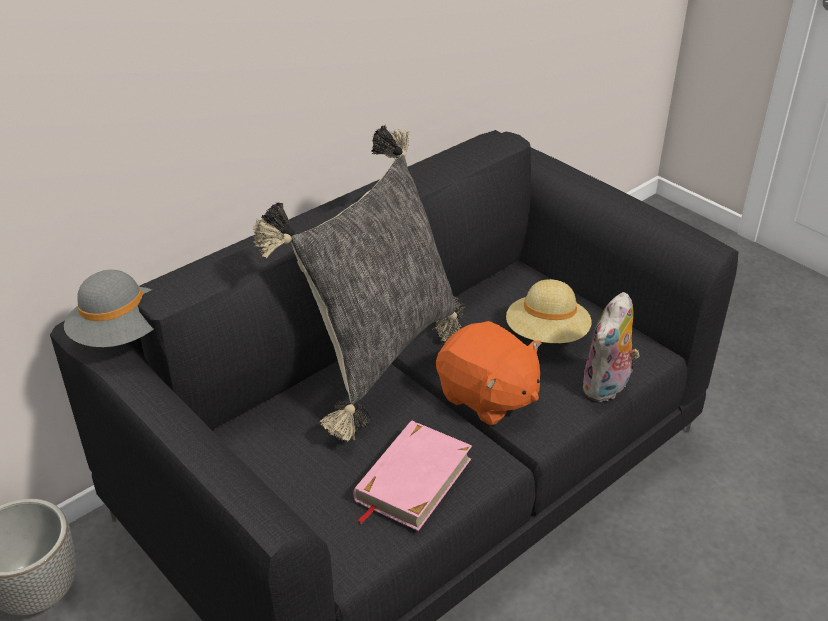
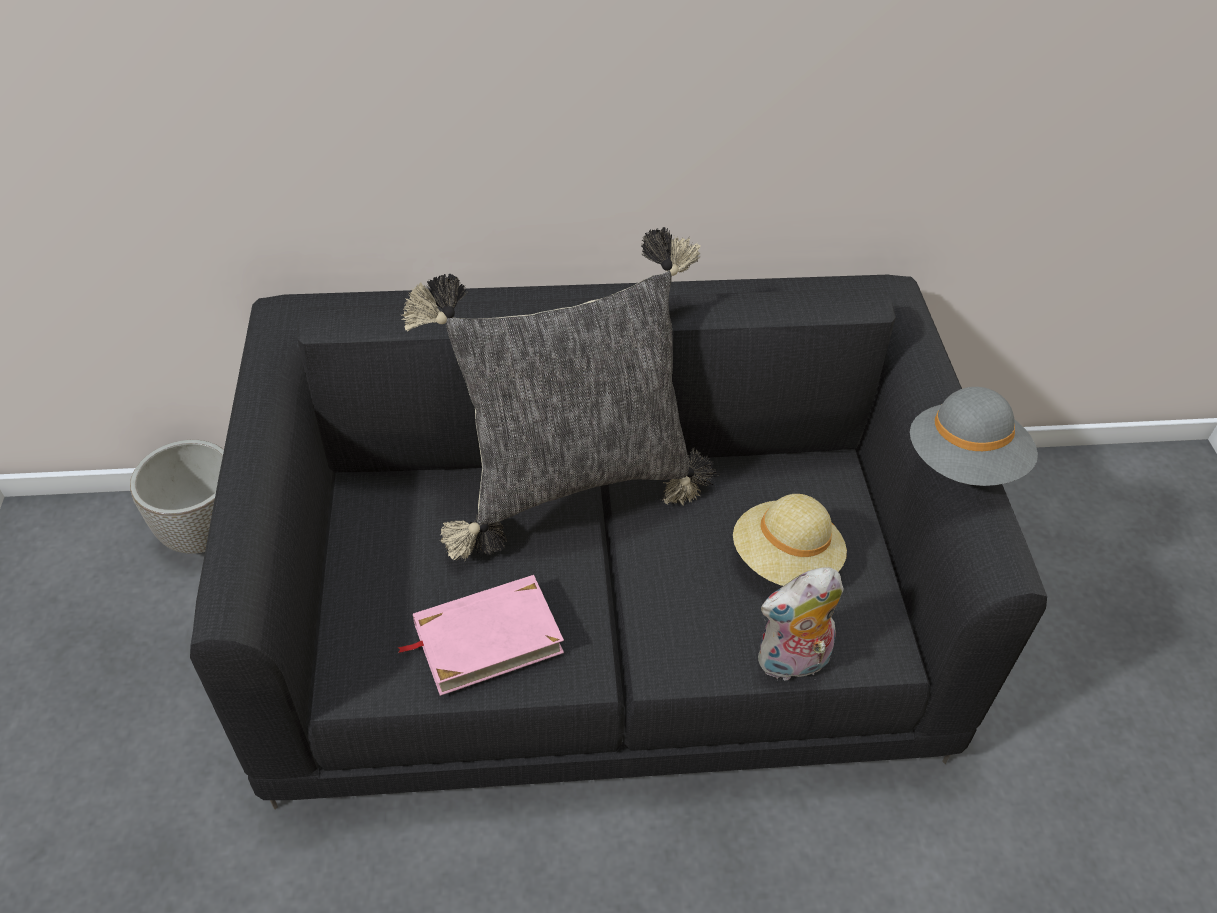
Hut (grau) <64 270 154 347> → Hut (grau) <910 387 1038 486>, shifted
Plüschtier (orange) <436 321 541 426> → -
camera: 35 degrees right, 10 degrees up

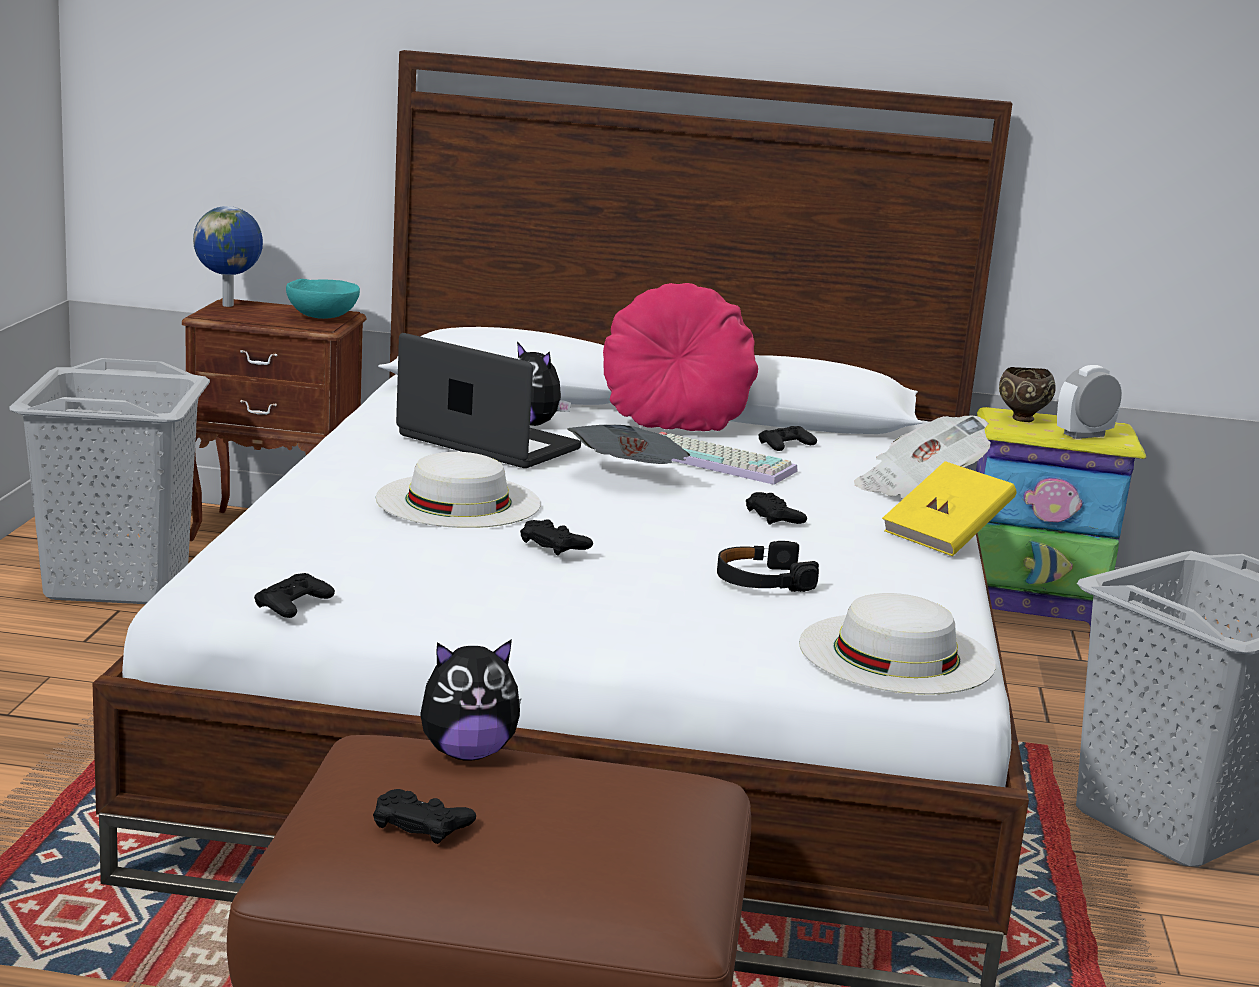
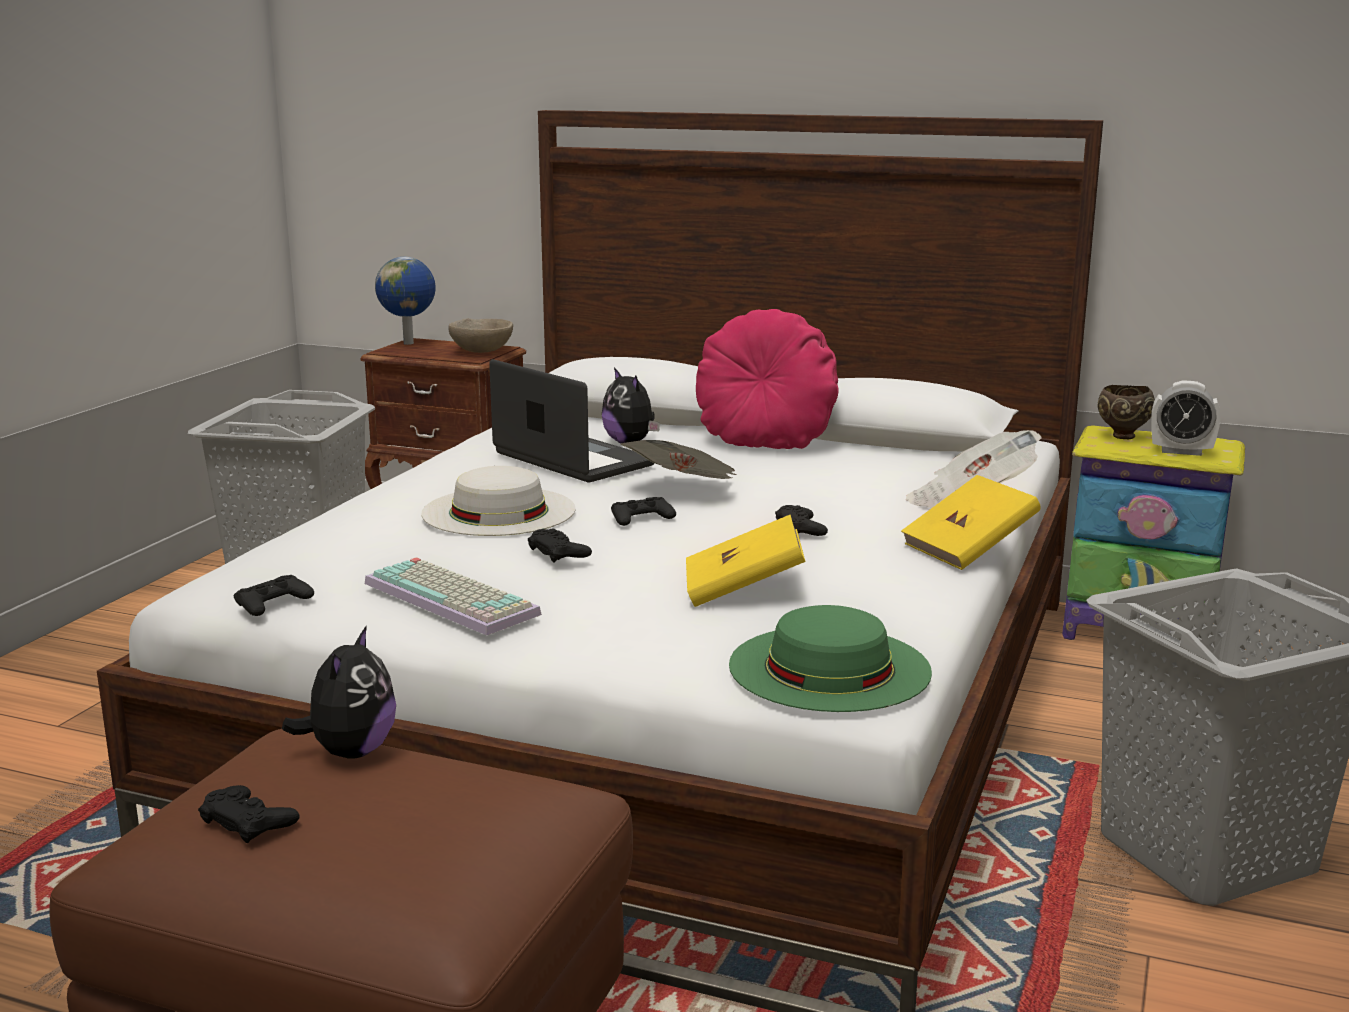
Plüschtier <420 639 521 761> → Plüschtier <282 625 396 759>, 75 degrees counterclockwise
Tastatur <659 432 798 485> → Tastatur <365 557 542 635>, shifted
Schüssel (türkis) <286 279 360 319> → Schüssel (beige) <448 318 513 353>
Gamepad (schwarz) <758 426 817 451> → Gamepad (schwarz) <611 497 676 526>, shifted
Kopfhörer (schwarz) <717 541 819 592> → Buch (gelb) <686 515 805 607>
Hut (weiß) <799 593 996 695> → Hut (grün) <729 605 932 712>
Wecker <1057 365 1122 439> → Wecker <1151 381 1221 456>, 150 degrees counterclockwise
camera: 15 degrees right, 0 degrees up

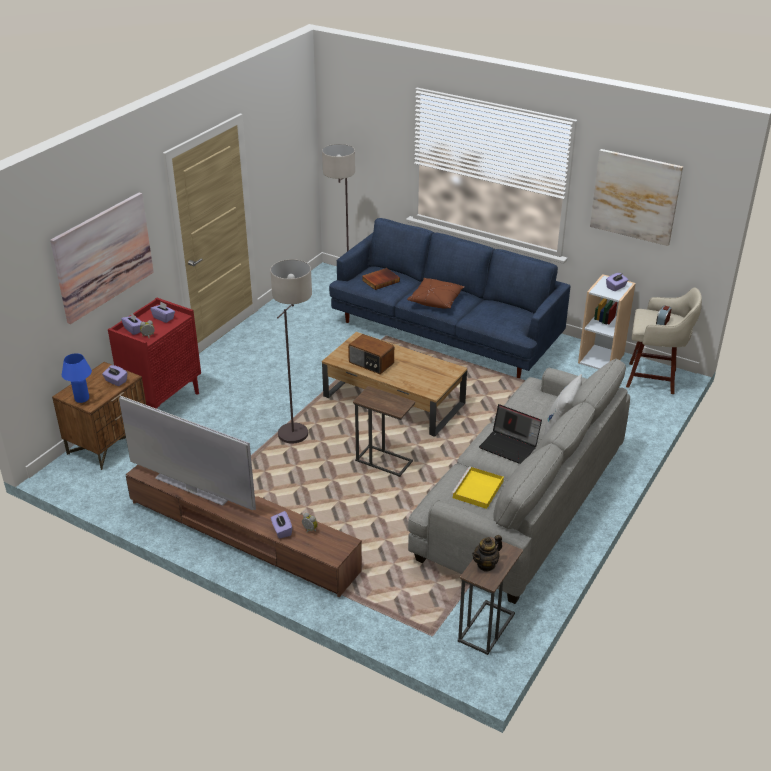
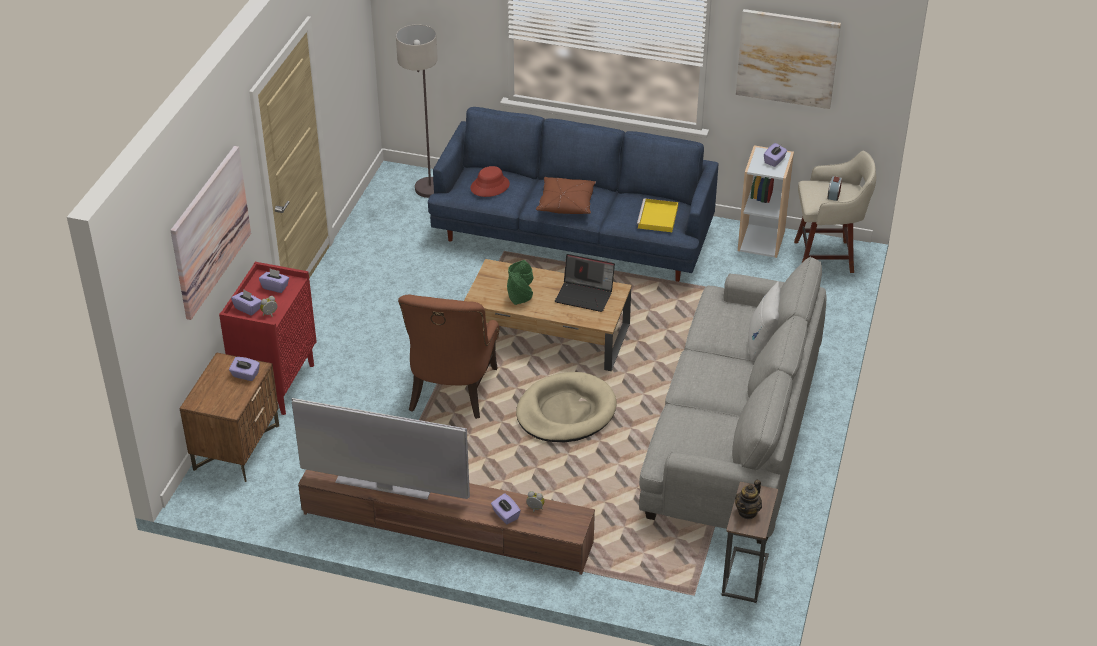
Stehlampe (grau) <270 259 312 444> → Sessel (braun) <398 295 499 419>
Buch <362 268 400 290> → Hut (rot) <470 166 510 197>
Radio <348 334 394 374> → Vase (grün) <507 260 533 305>
Beistelltisch (braun) <353 386 415 477> → Hundebett (beige) <516 372 617 442>
Laptop <479 404 542 464> → Laptop <555 254 615 312>, shifted
Tablett (gelb) <451 467 504 509> → Tablett (gelb) <637 198 678 232>, shifted
Tischlampe (blau) <62 353 92 403> → -
camera: 15 degrees left, 5 degrees up

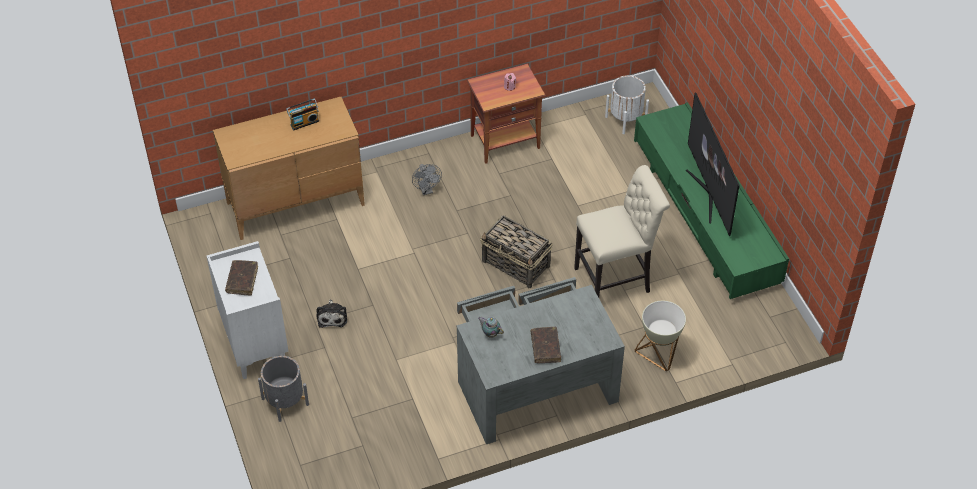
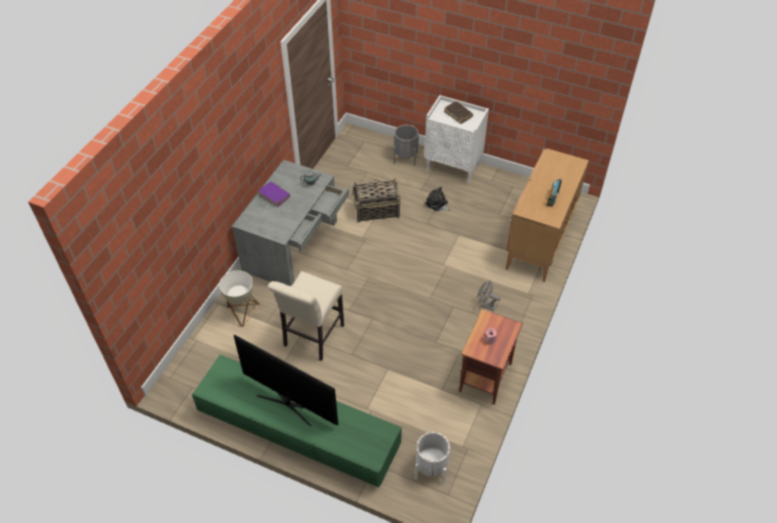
Buch (braun) <531 327 561 363> → Buch (lila) <258 182 290 207>
Korb <480 215 552 288> → Korb <352 178 401 223>, shifted
camera: 135 degrees right, 0 degrees up

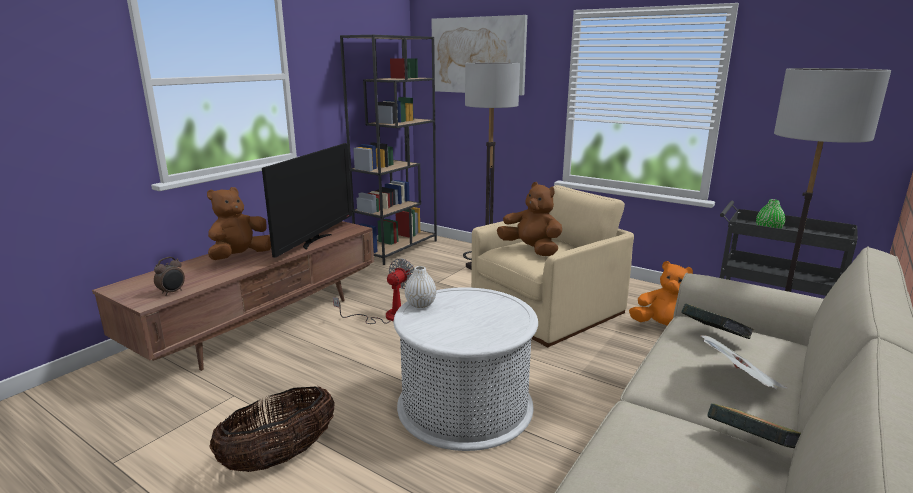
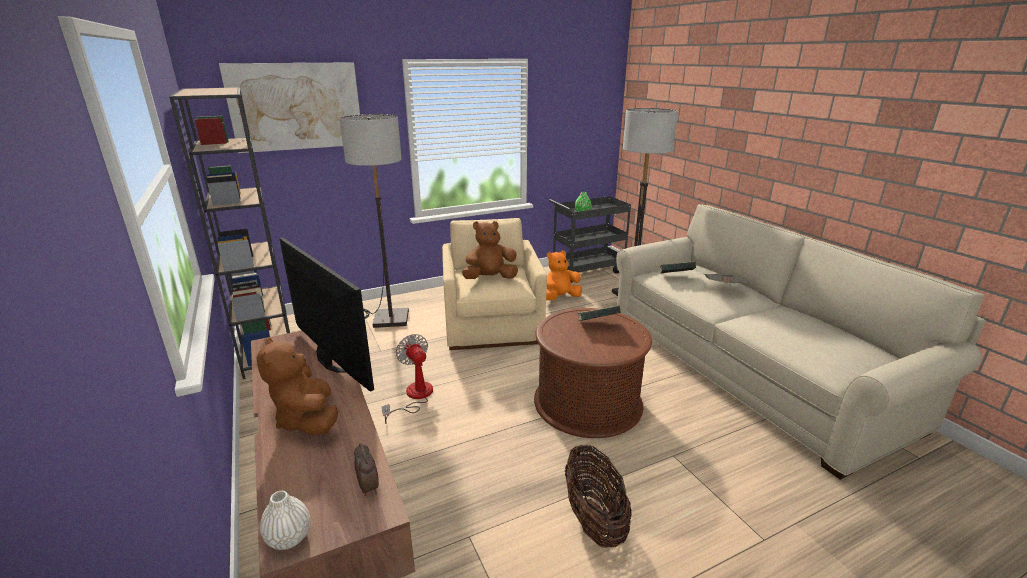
Vase (weiß) <405 266 436 308> → Vase (weiß) <260 491 310 550>, shifted
Couchtisch (weiß) <393 287 538 451> → Couchtisch (braun) <534 308 652 438>
Buch <707 403 801 448> → Buch <578 306 621 321>, shifted
camera: 60 degrees left, 5 degrees up

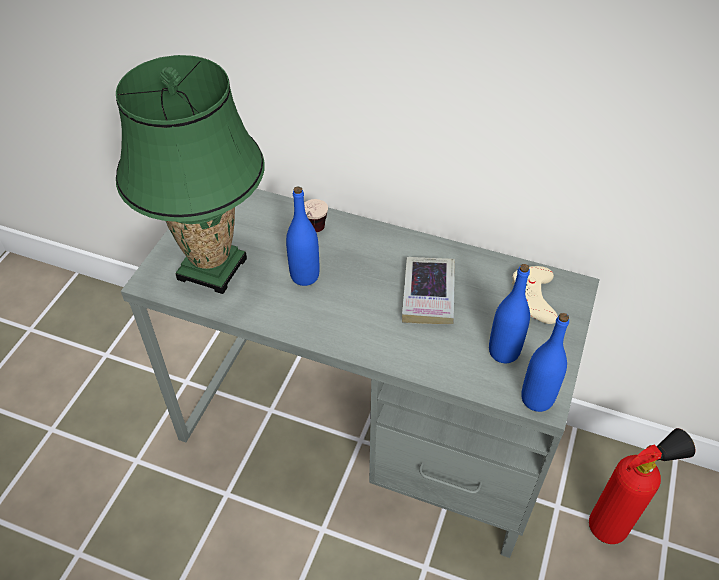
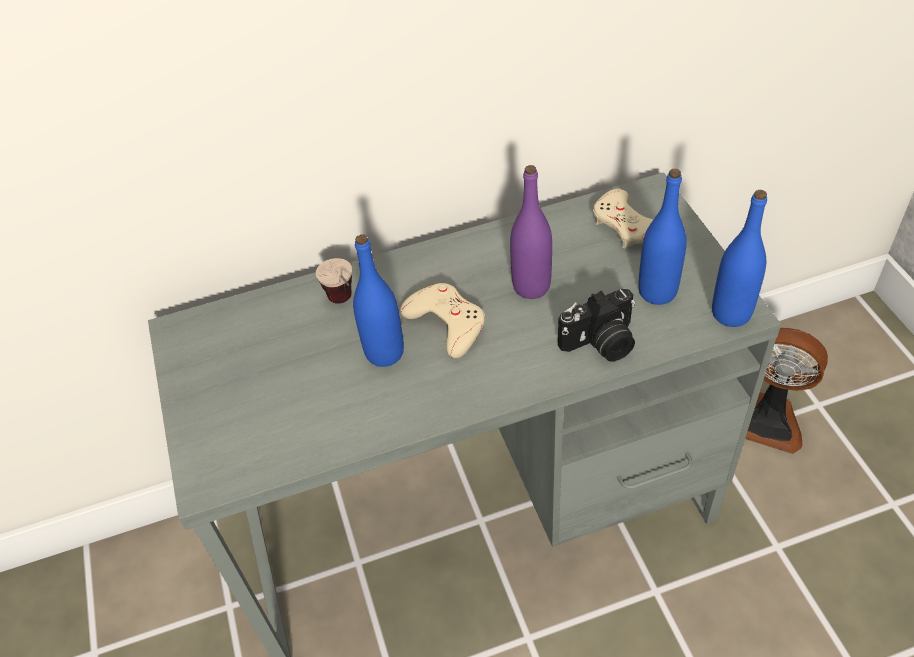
- → Gamepad (beige) <400 283 485 358>
Buch <402 257 455 324> → Flasche (lila) <510 165 552 299>
- → Kamera <558 289 635 362>
Feuerlöscher <589 428 695 544> → Ventilator <745 328 828 454>
Tischlampe (grün) <116 55 265 294> → -
camera: 35 degrees left, 0 degrees up

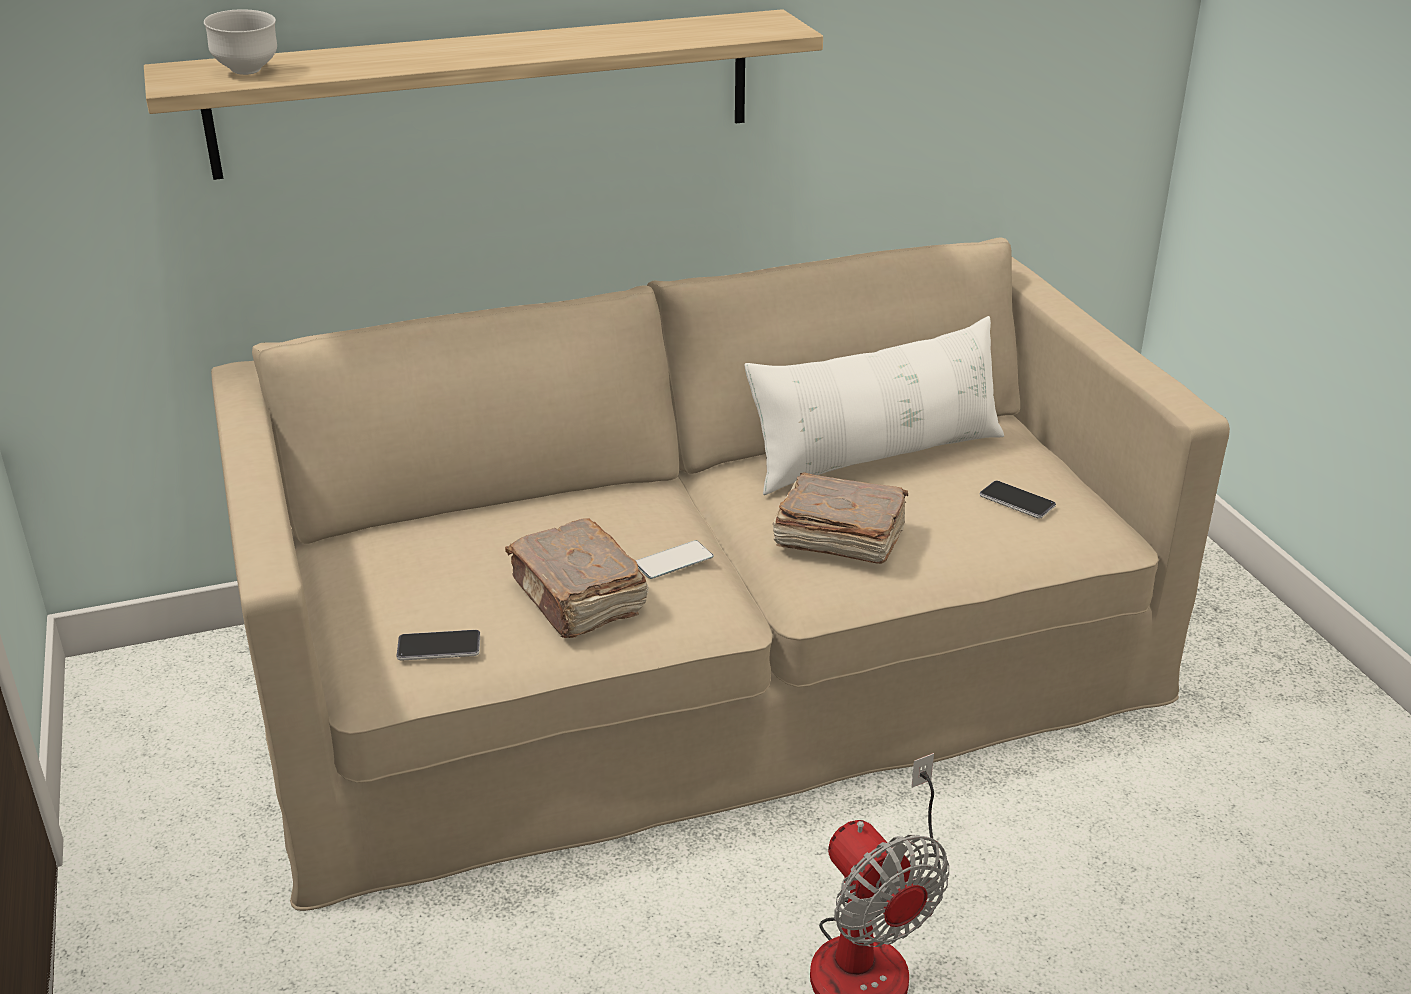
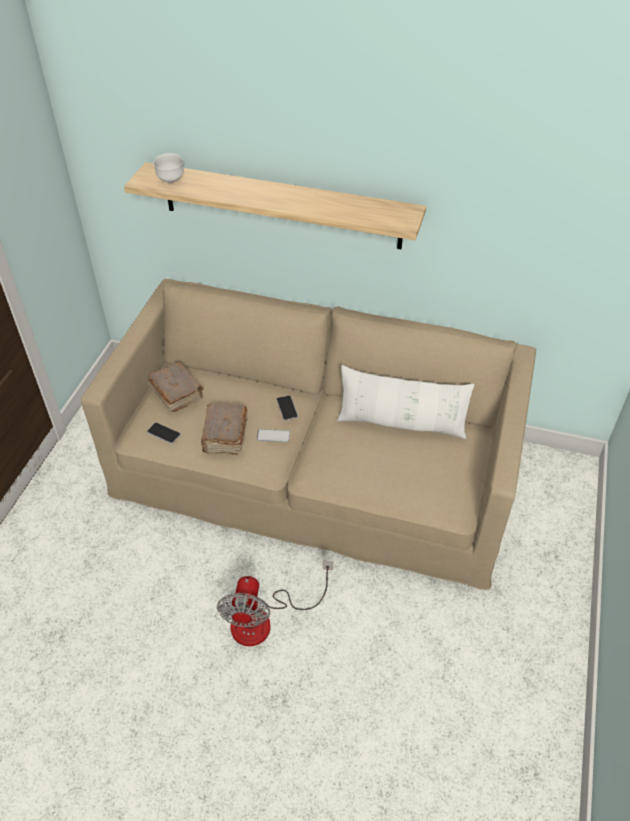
Buch (braun) <773 472 908 564> → Buch (braun) <148 362 204 412>, shifted
Handy <980 481 1056 518> → Handy <276 396 298 420>, shifted
camera: 35 degrees right, 15 degrees up

